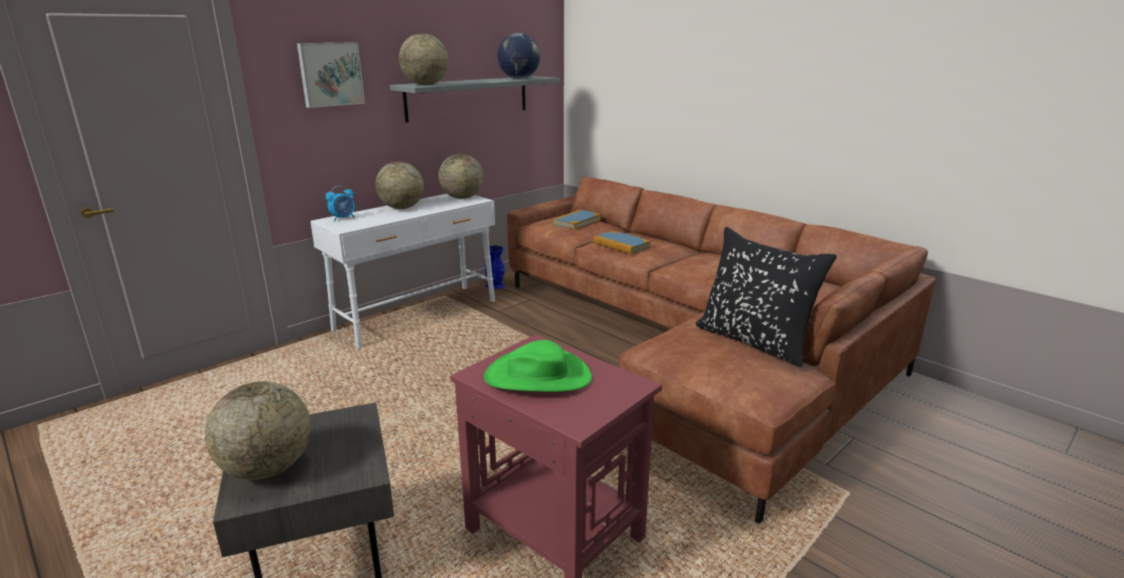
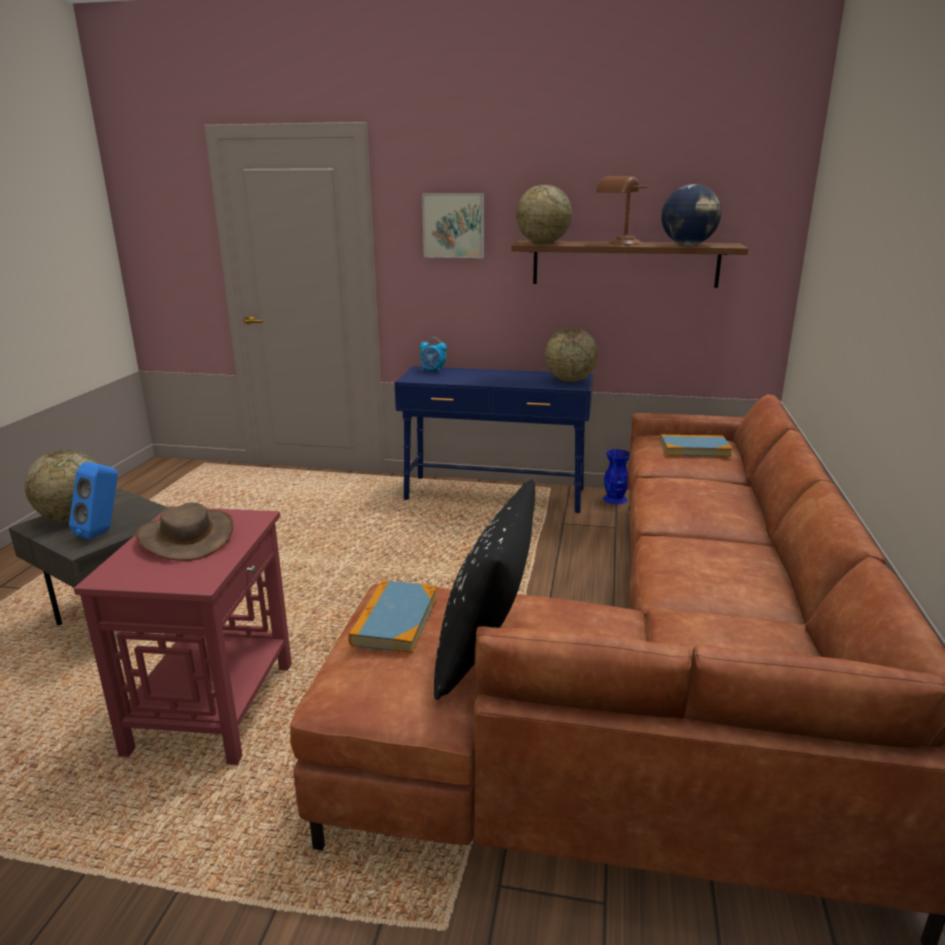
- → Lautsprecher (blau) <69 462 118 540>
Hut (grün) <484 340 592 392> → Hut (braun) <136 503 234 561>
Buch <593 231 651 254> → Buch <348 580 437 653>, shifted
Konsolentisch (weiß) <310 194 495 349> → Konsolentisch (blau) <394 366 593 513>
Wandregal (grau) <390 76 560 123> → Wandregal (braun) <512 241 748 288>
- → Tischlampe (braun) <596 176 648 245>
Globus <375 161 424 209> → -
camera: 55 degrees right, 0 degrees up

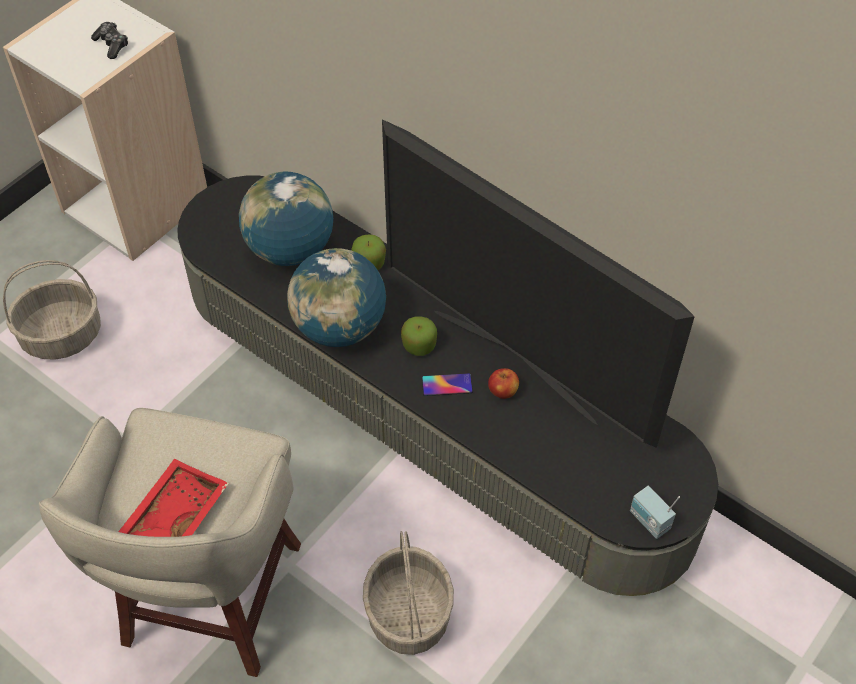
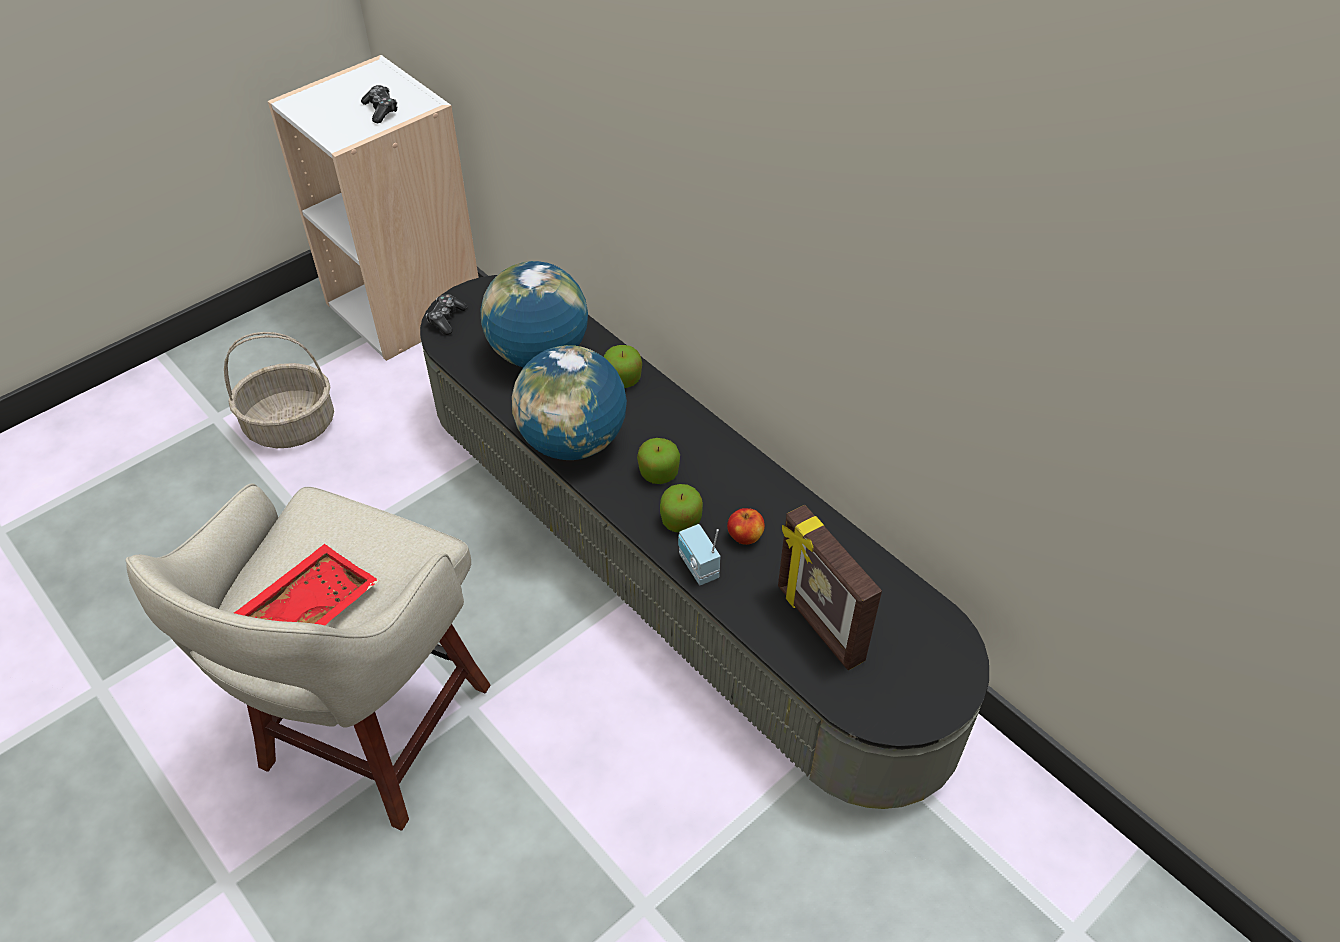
- → Gamepad <426 294 467 335>
Handy <422 373 473 396> → Apfel <660 484 703 532>
Radio <630 486 680 539> → Radio <678 524 720 585>, shifted
- → Bilderrahmen <778 505 882 670>
Korb <363 531 454 655> → -
Fernseher <382 119 695 448> → -
camera: 10 degrees right, 5 degrees down

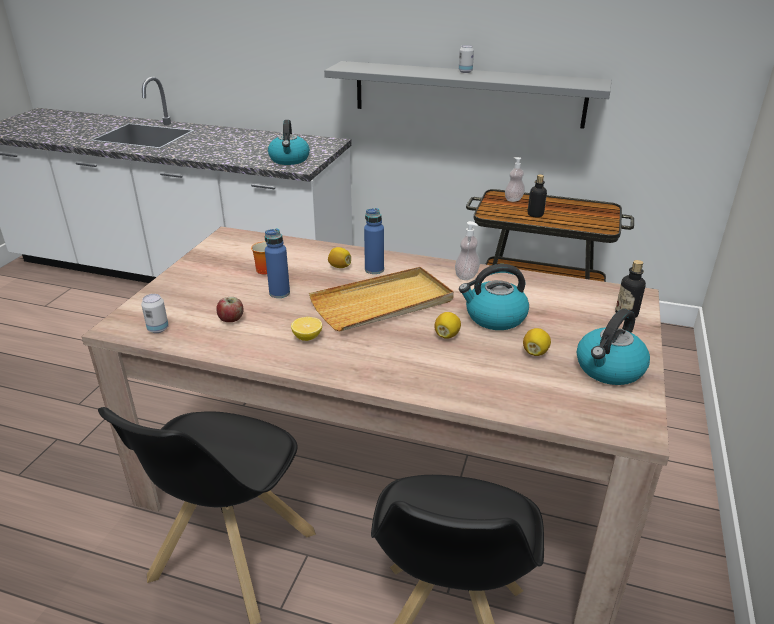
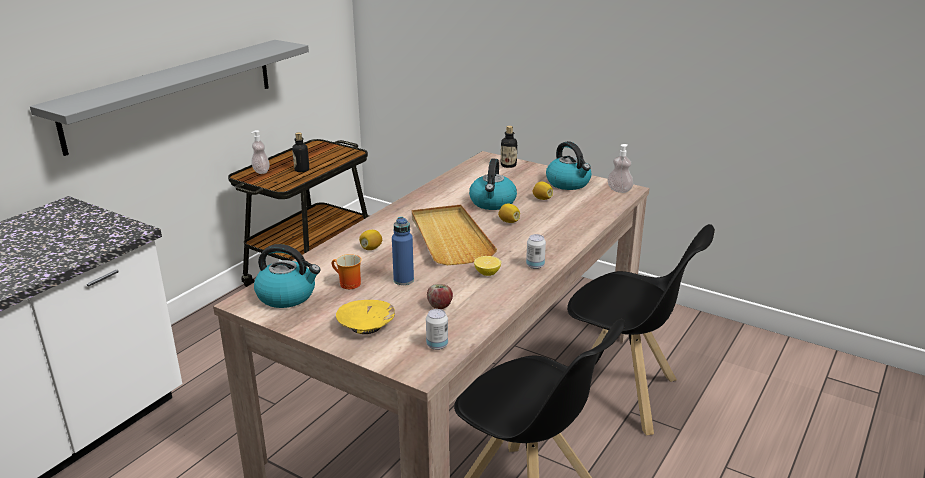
Wasserkessel <268 120 310 165> → Wasserkessel <254 244 320 308>, shifted
- → Schüssel (gelb) <336 300 395 334>
Dose <459 45 474 73> → Dose <526 234 546 269>, shifted
Seifenspender <455 221 480 280> → Seifenspender <607 144 633 193>, shifted
Flasche (blau) <364 208 384 274> → -
camera: 75 degrees left, 5 degrees down

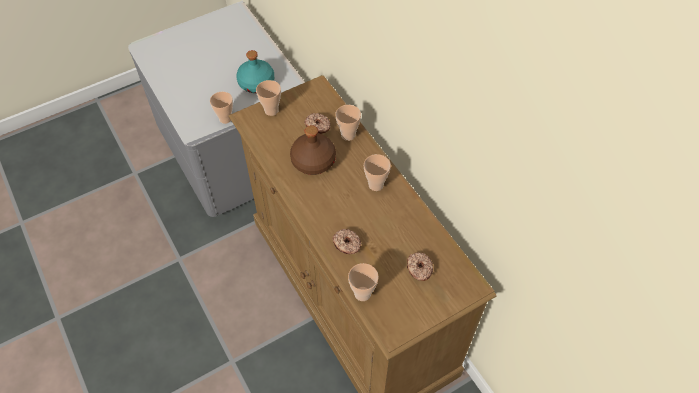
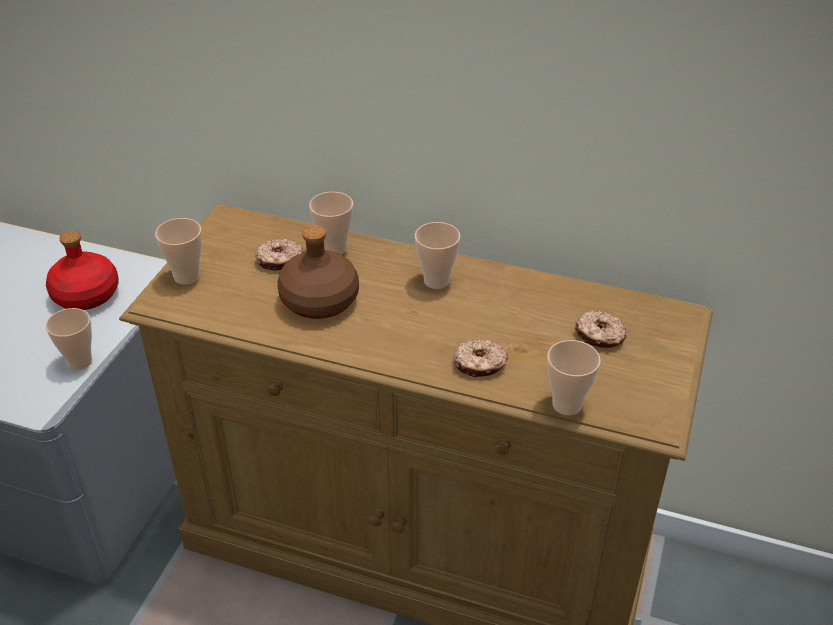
Flasche (türkis) <236 50 274 93> → Flasche (rot) <46 231 119 310>
camera: 40 degrees left, 15 degrees down

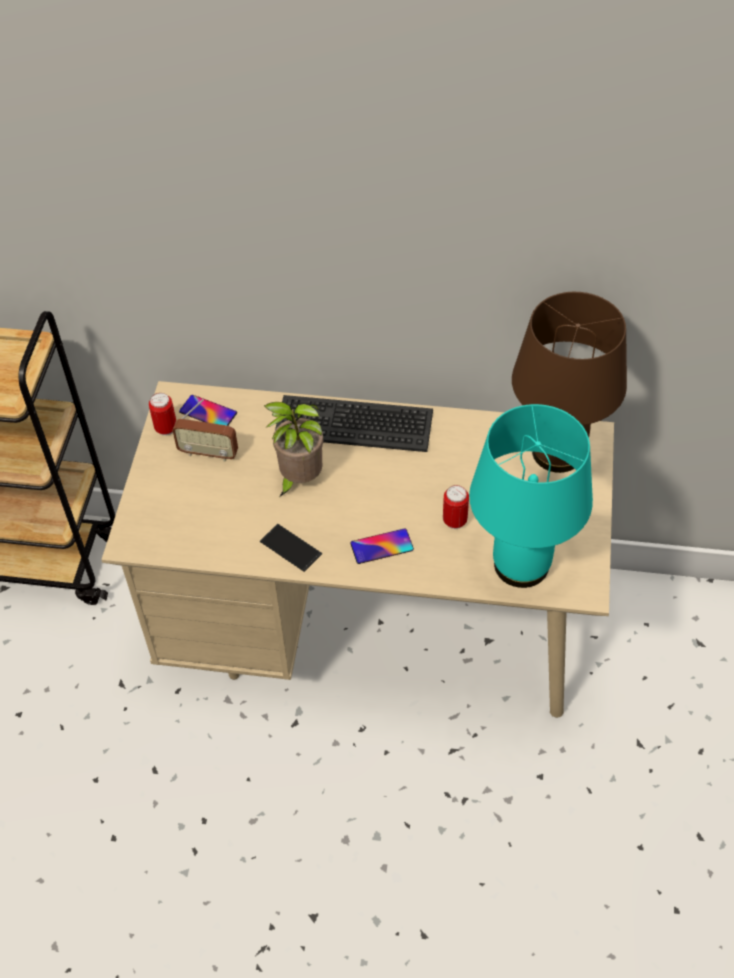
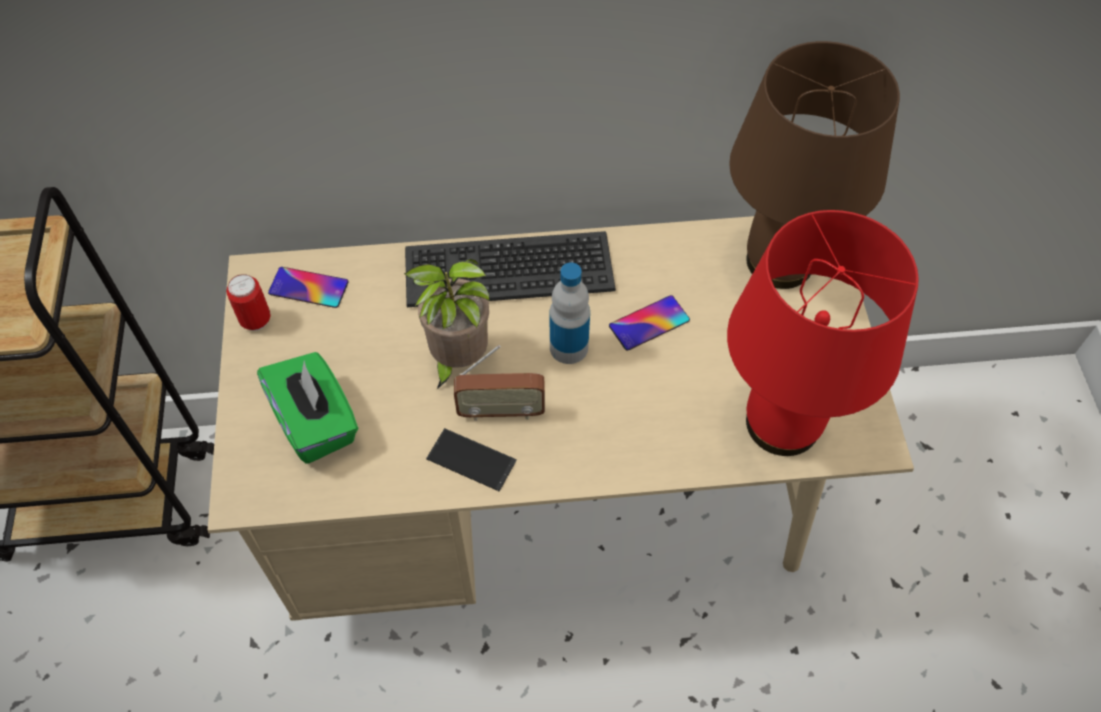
- → Taschentuchbox (grün) <257 352 359 464>
Radio <172 399 238 462> → Radio <454 345 545 421>, shifted
- → Flasche <550 262 590 364>
Handy <350 528 414 564> → Handy <609 295 690 351>, shifted
Tischlampe (türkis) <469 404 593 588> → Tischlampe (rot) <727 210 919 456>
Dose <443 485 469 529> → -
camera: 15 degrees left, 5 degrees up

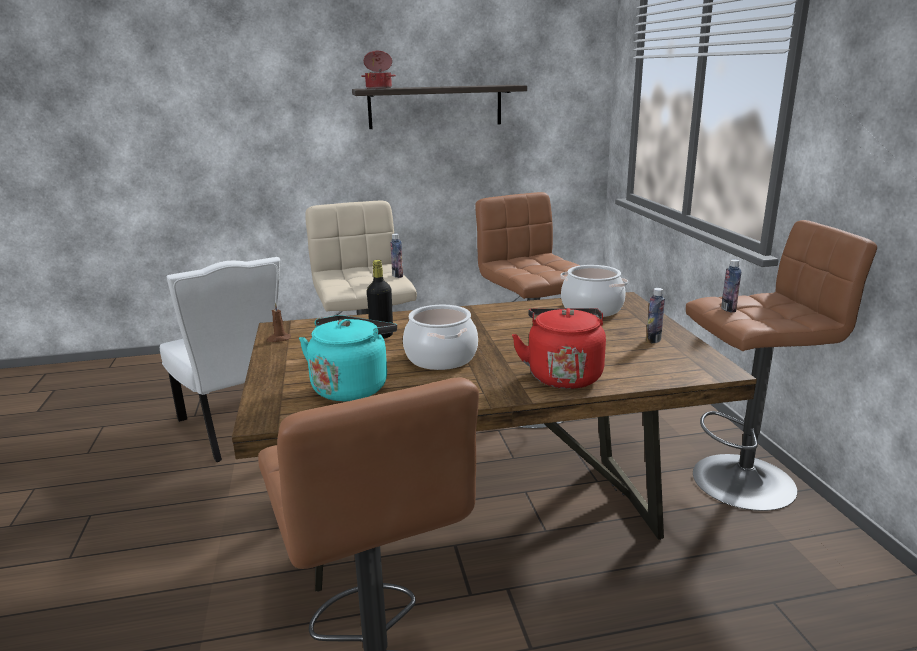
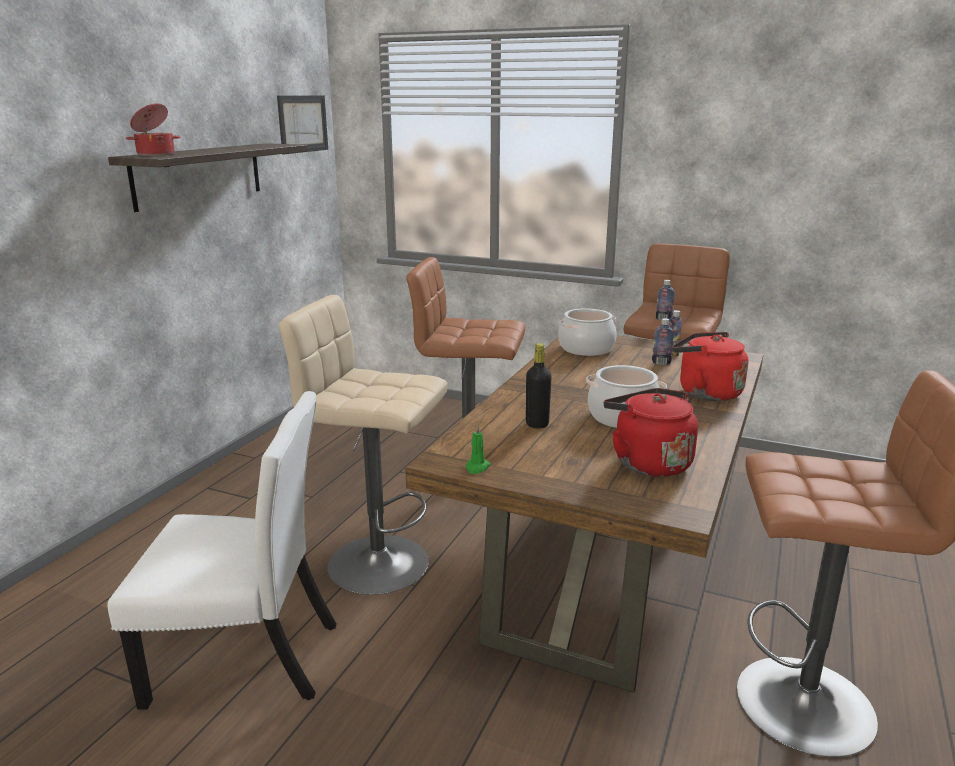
- → Bild <277 95 328 154>
Kerze (braun) <266 303 291 342> → Kerze (grün) <465 424 491 474>
Wasserkessel (türkis) <299 315 397 401> → Wasserkessel (rot) <604 388 698 477>
Flasche <390 234 403 278> → Flasche <652 318 674 365>, shifted
camera: 55 degrees left, 0 degrees up

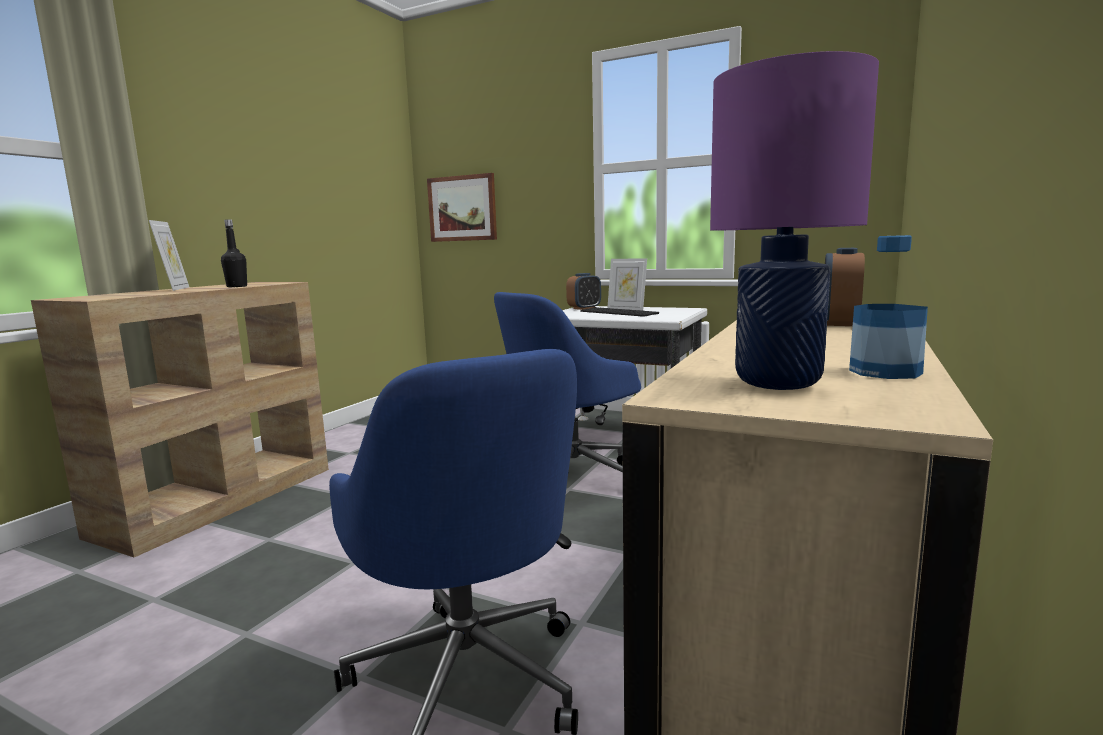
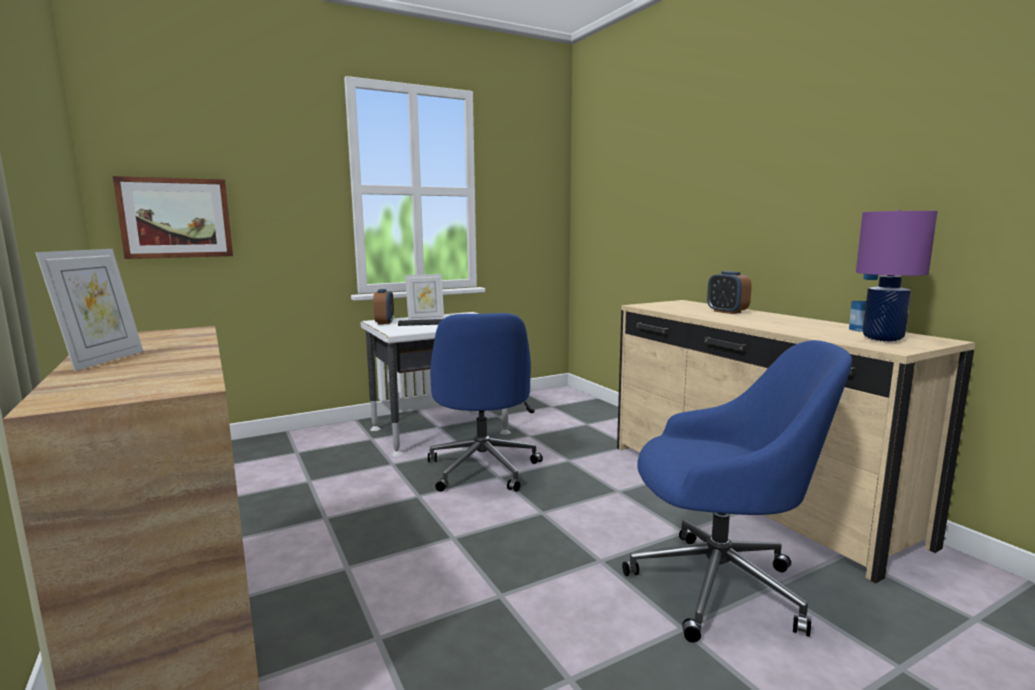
Bilderrahmen <149 220 189 291> → Bilderrahmen <35 249 143 371>, 75 degrees clockwise
Flasche (schwarz) <221 220 247 287> → -
camera: 55 degrees left, 0 degrees up

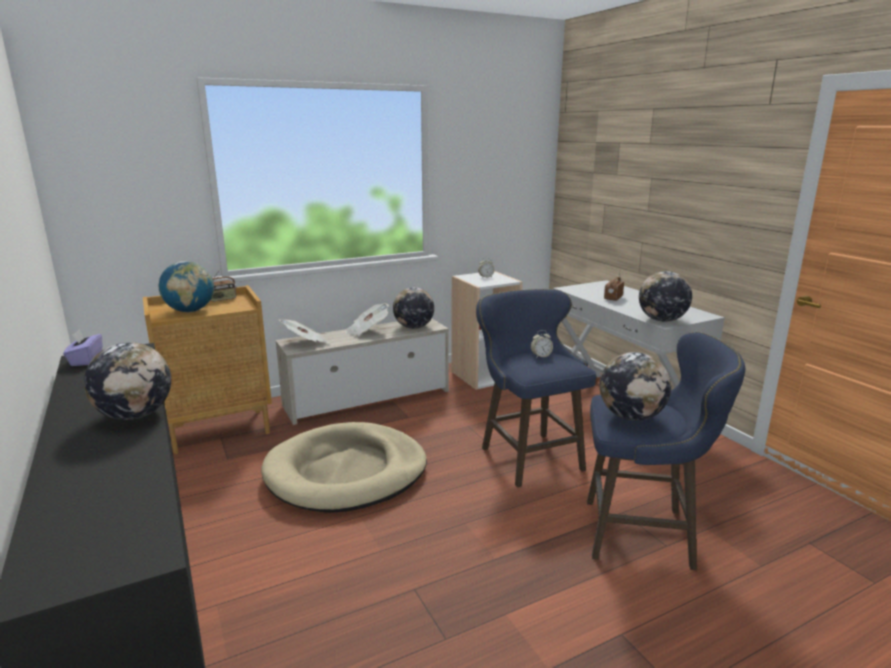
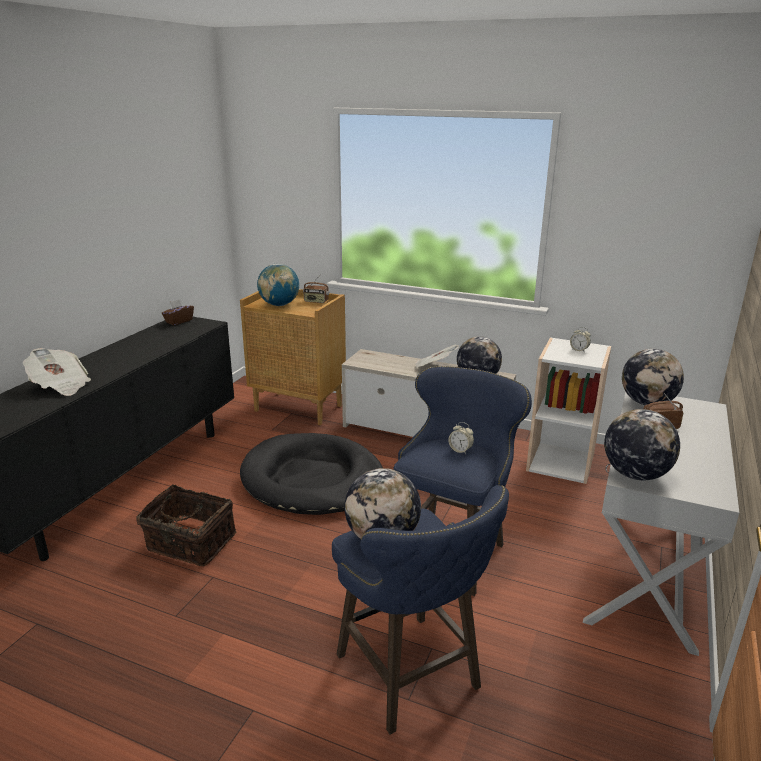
Zeitung <279 320 329 343> → Zeitung <23 348 91 396>, shifted
- → Korb <137 484 236 566>
Taschentuchbox (lila) <63 329 102 366> → Taschentuchbox (braun) <162 299 194 325>
Hundebett (beige) <261 422 427 513> → Hundebett (schwarz) <240 433 383 515>
Globus <84 342 171 420> → Globus <622 349 684 405>, shifted
camera: 50 degrees right, 5 degrees up

